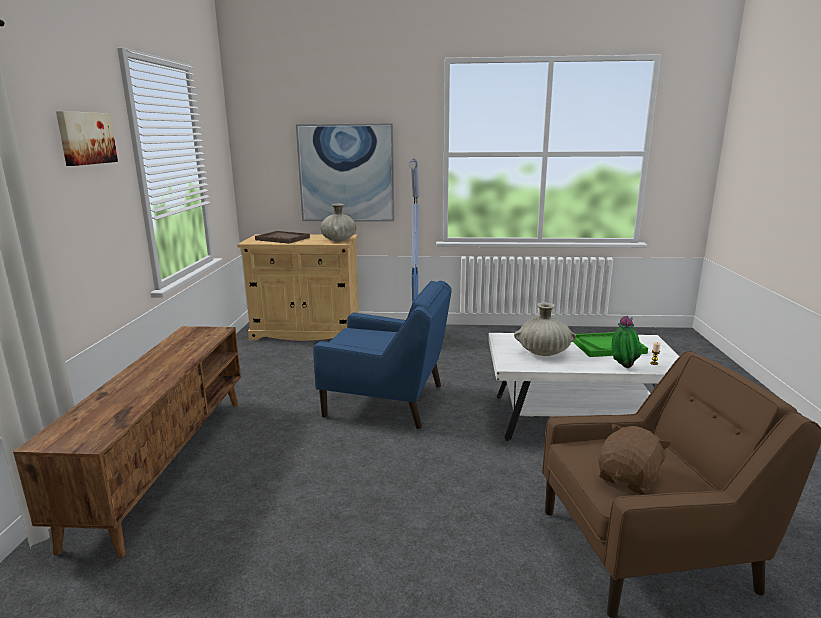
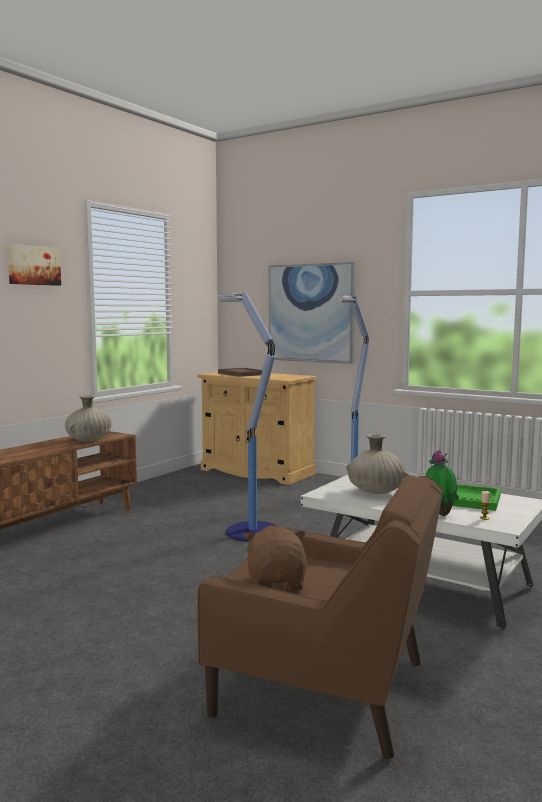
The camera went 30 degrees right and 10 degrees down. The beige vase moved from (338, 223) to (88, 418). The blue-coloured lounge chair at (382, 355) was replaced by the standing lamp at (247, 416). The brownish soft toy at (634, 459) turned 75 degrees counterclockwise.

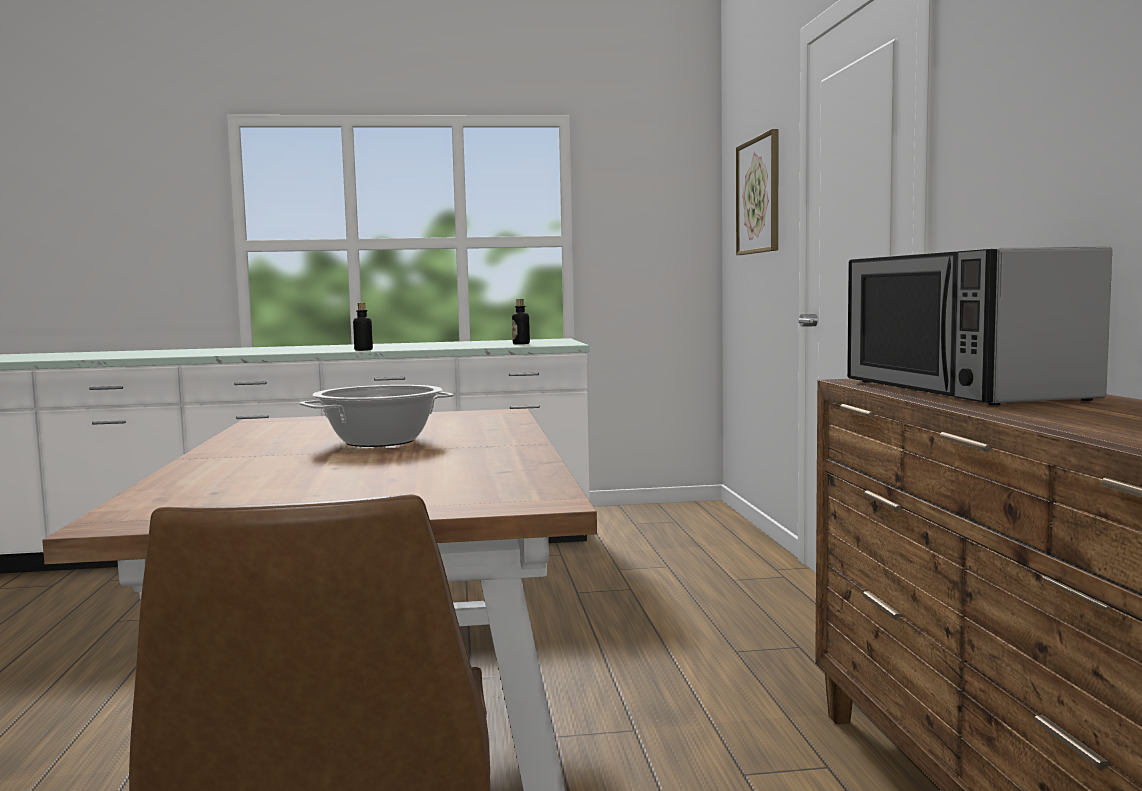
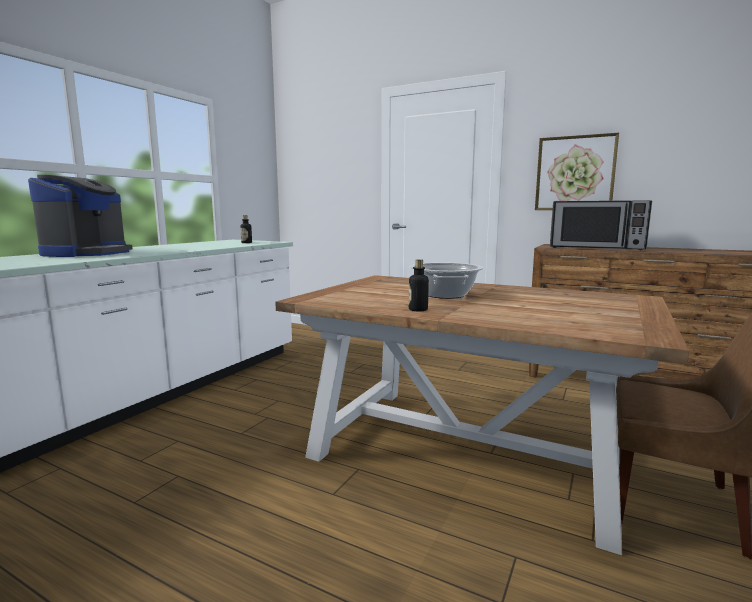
The camera went 55 degrees left and 5 degrees up. The coffee maker at (80, 216) appeared. The drink bottle moved from (363, 327) to (419, 285). The picture moved from (757, 192) to (577, 171).

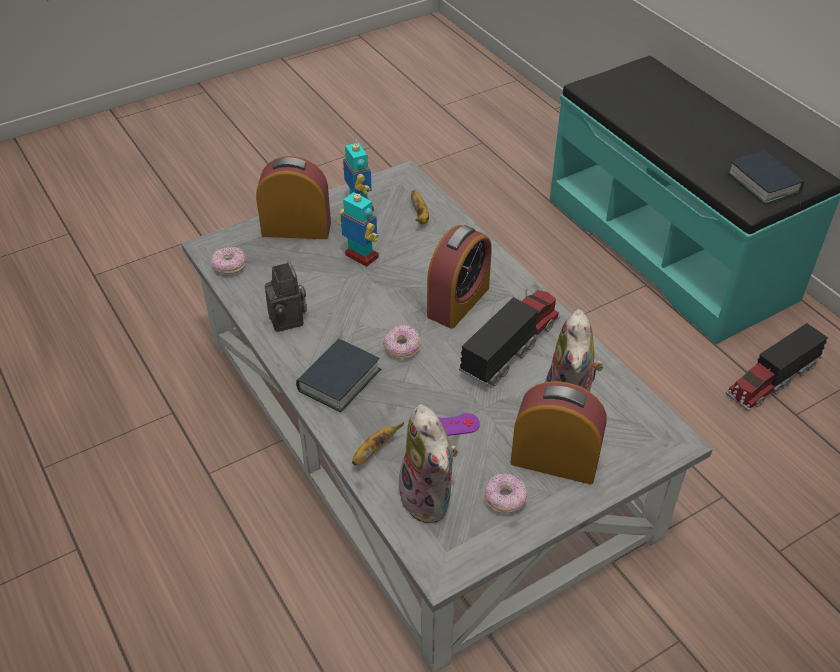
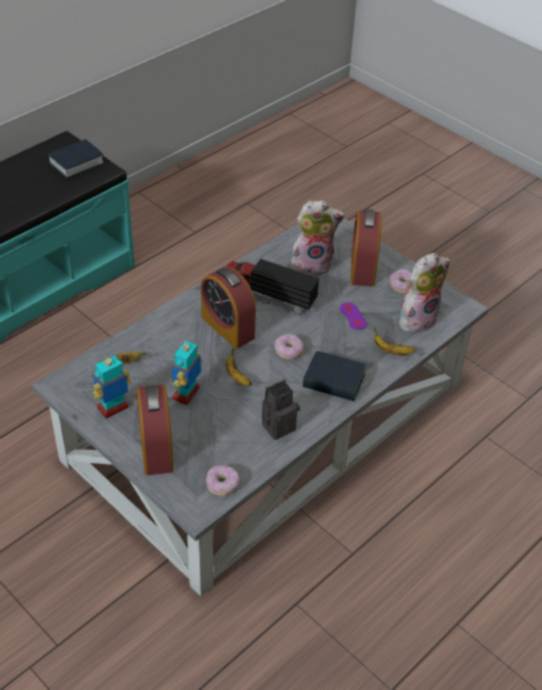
The camera went 105 degrees left and 0 degrees up. The alarm clock at (459, 277) turned 150 degrees counterclockwise. The whole banana at (239, 367) appeared. The toy truck at (777, 367) disappeared.

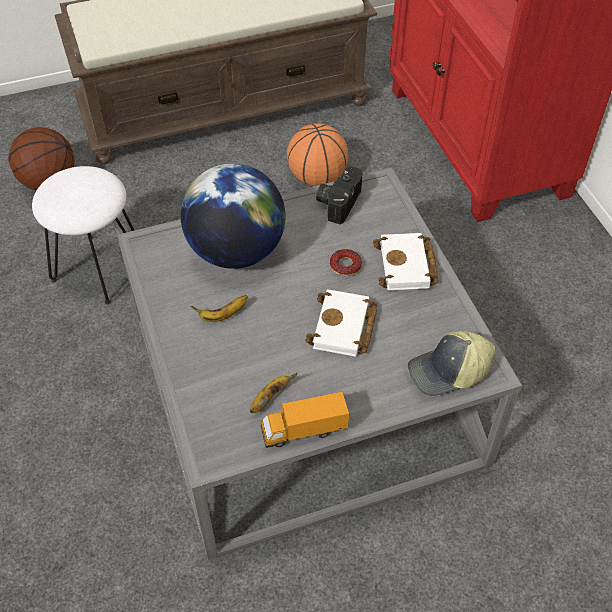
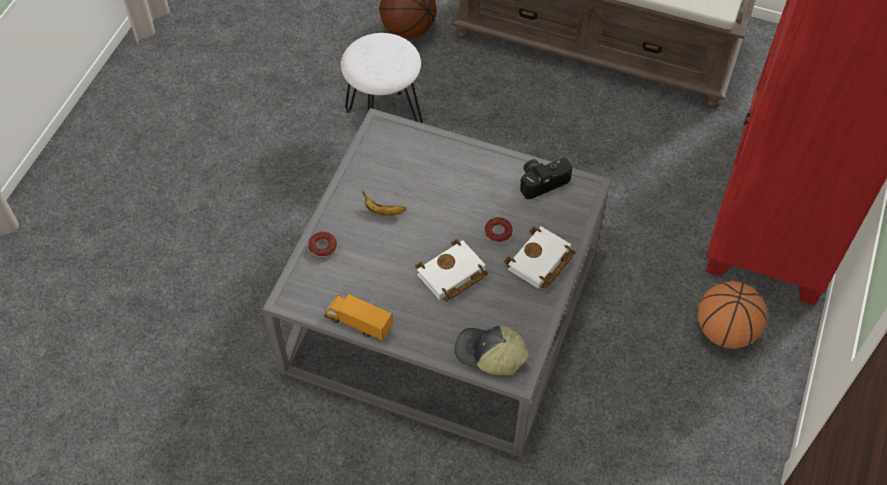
The camera went 40 degrees right and 5 degrees up. The ring doughnut at (322, 244) appeared. The basketball moved from (318, 154) to (732, 315). The world globe at (233, 216) disappeared. The whole banana at (274, 393) disappeared.

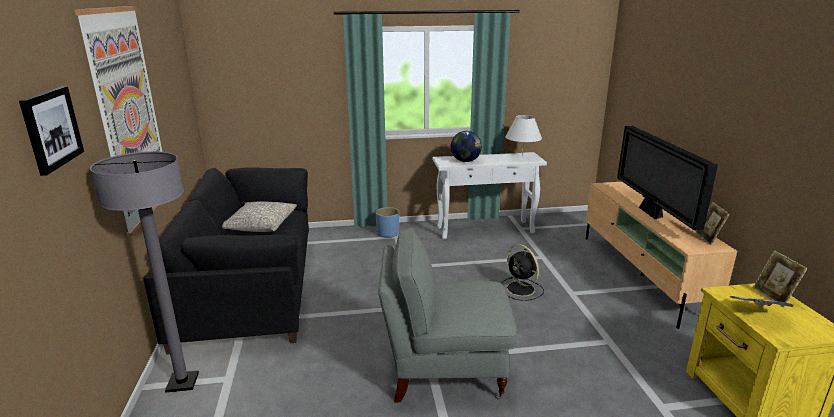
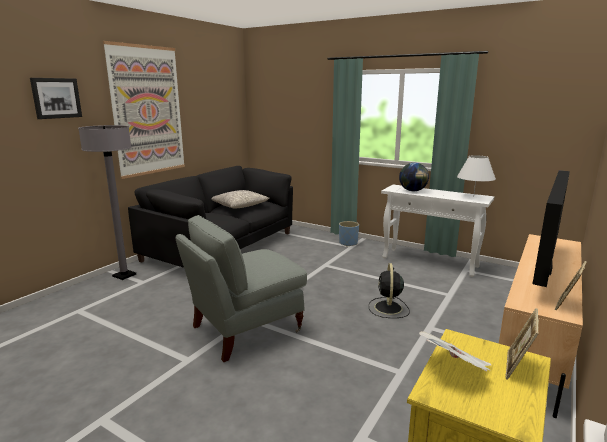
The camera went 40 degrees right and 5 degrees down. The gray lounge chair at (447, 315) turned 75 degrees counterclockwise.

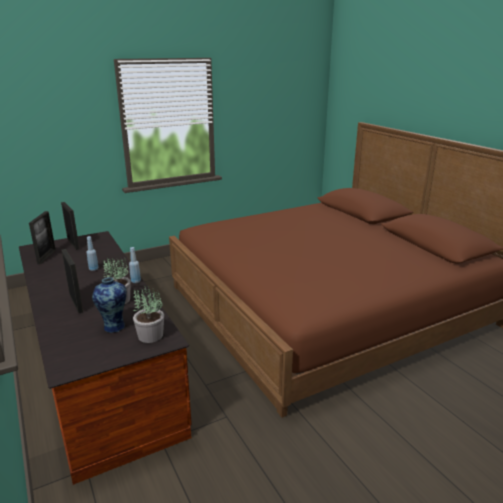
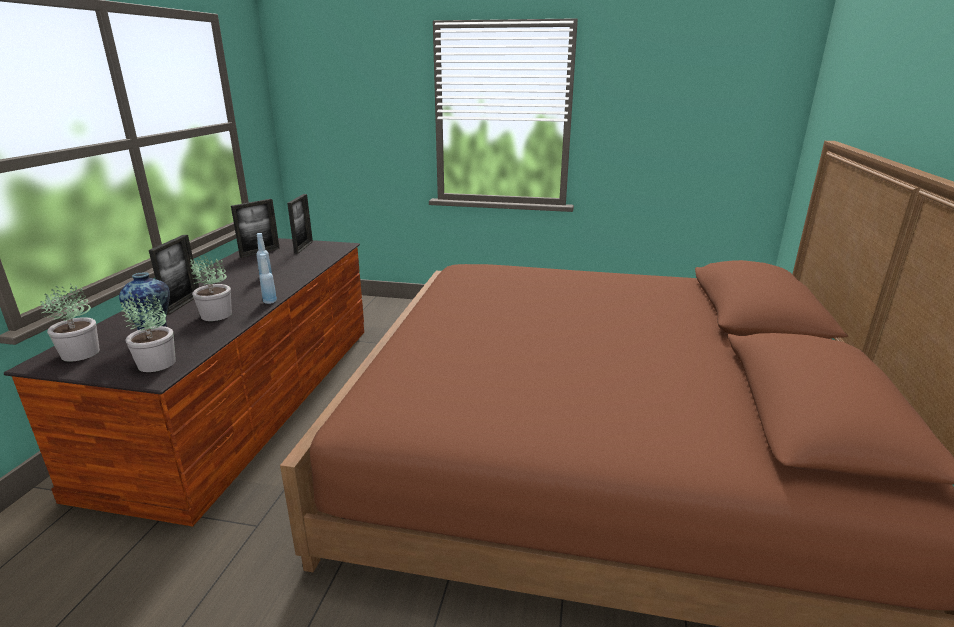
The camera went 40 degrees right and 0 degrees up. The potted plant at (70, 323) appeared.

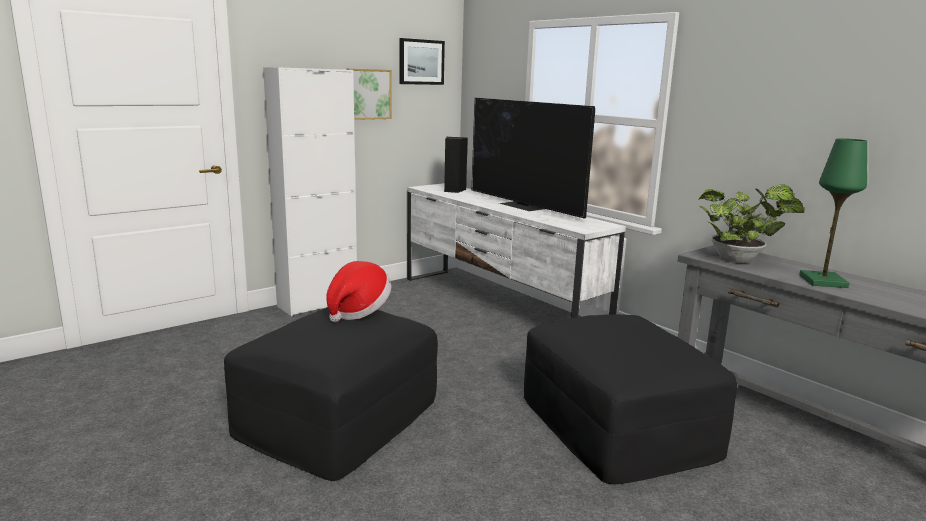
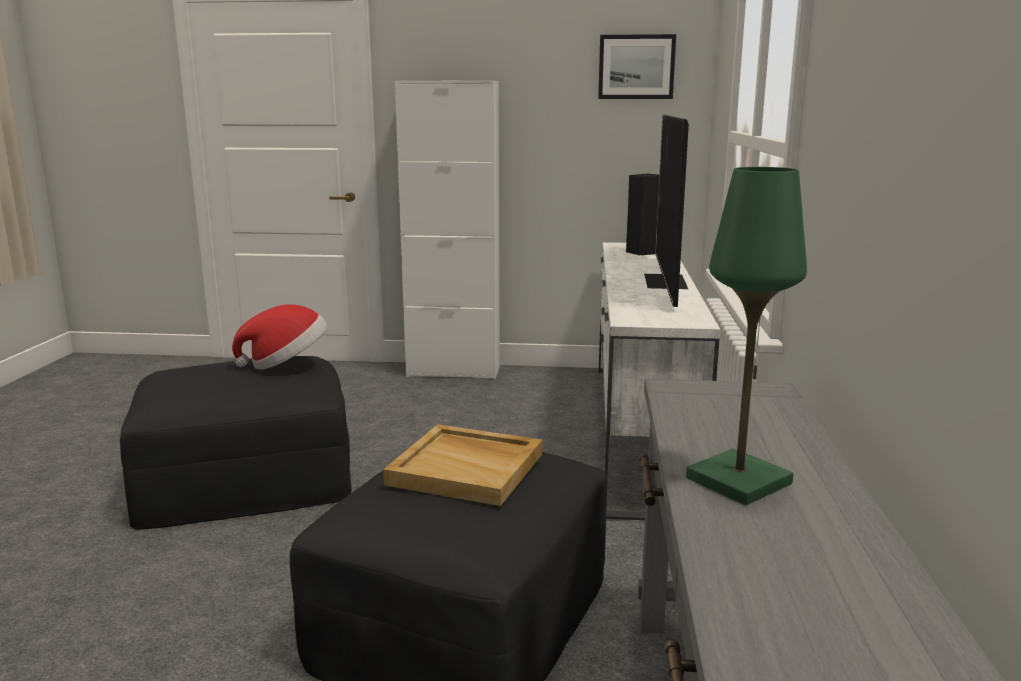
The camera went 45 degrees right and 0 degrees up. The beige serving tray at (462, 465) appeared. The picture at (369, 94) disappeared. The potted plant at (751, 224) disappeared.

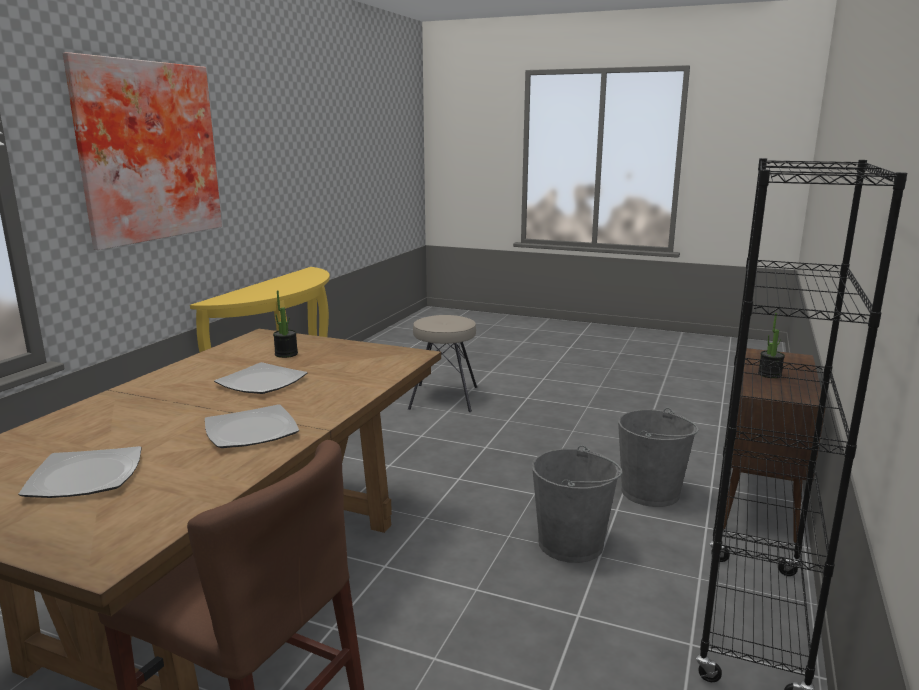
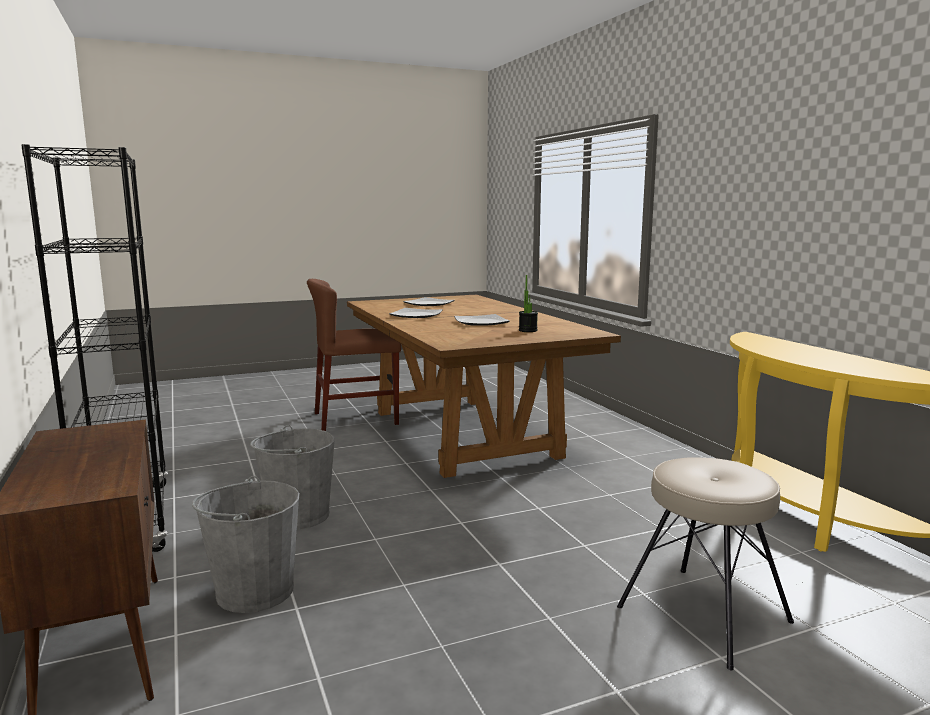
The camera went 135 degrees right and 5 degrees down. The picture at (142, 151) disappeared. The potted plant at (771, 345) disappeared.

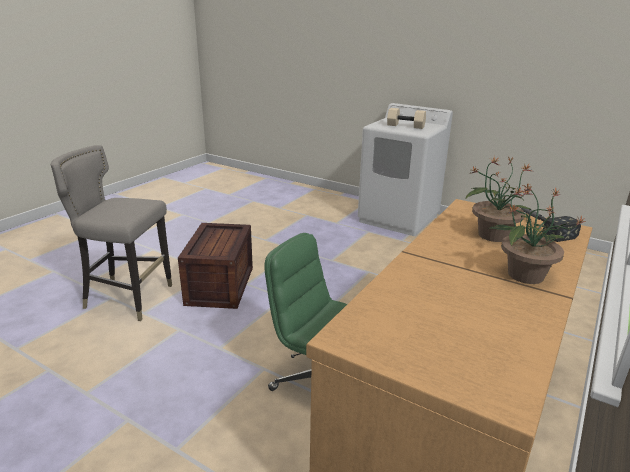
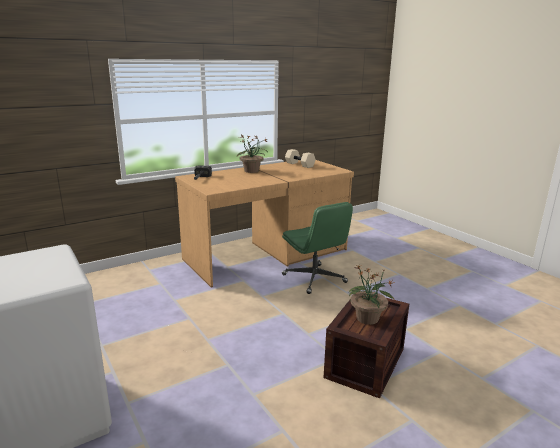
The camera went 155 degrees left and 5 degrees down. The beige free weight moved from (406, 118) to (300, 158). The potted plant moved from (500, 199) to (372, 295). The gray sitting stool at (111, 233) disappeared.

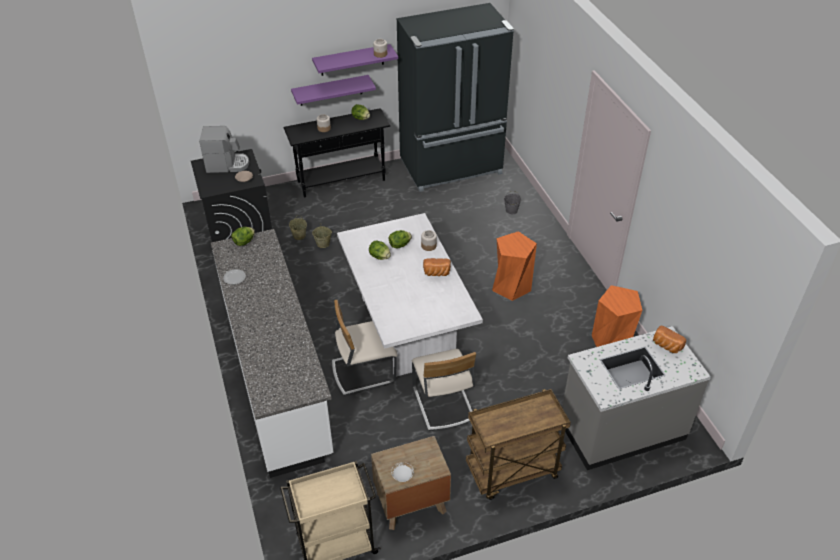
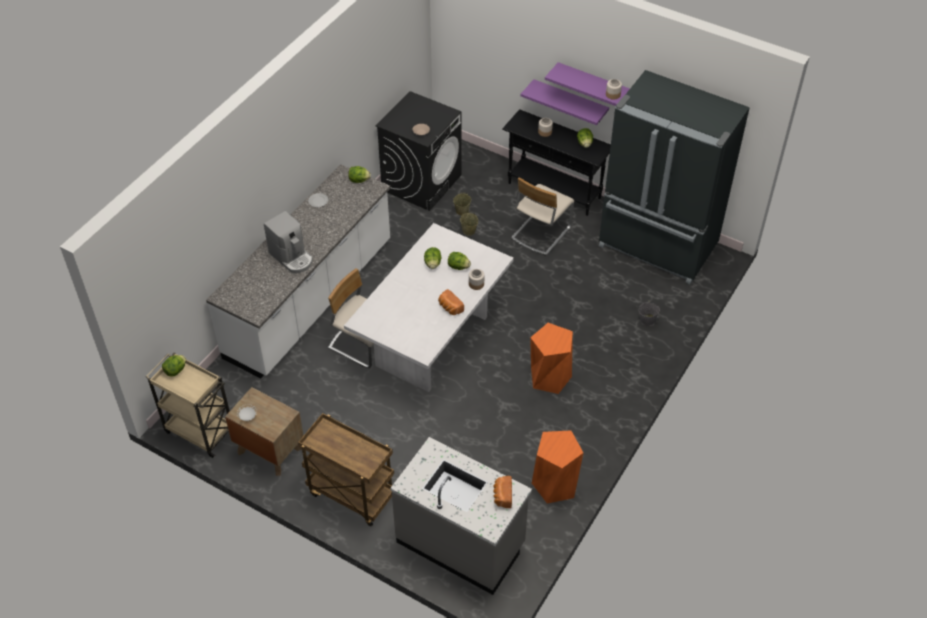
The camera went 50 degrees right and 5 degrees up. The lettuce head at (174, 366) appeared. The coffee maker moved from (224, 149) to (288, 242). The beige plain chair moved from (444, 390) to (542, 216).

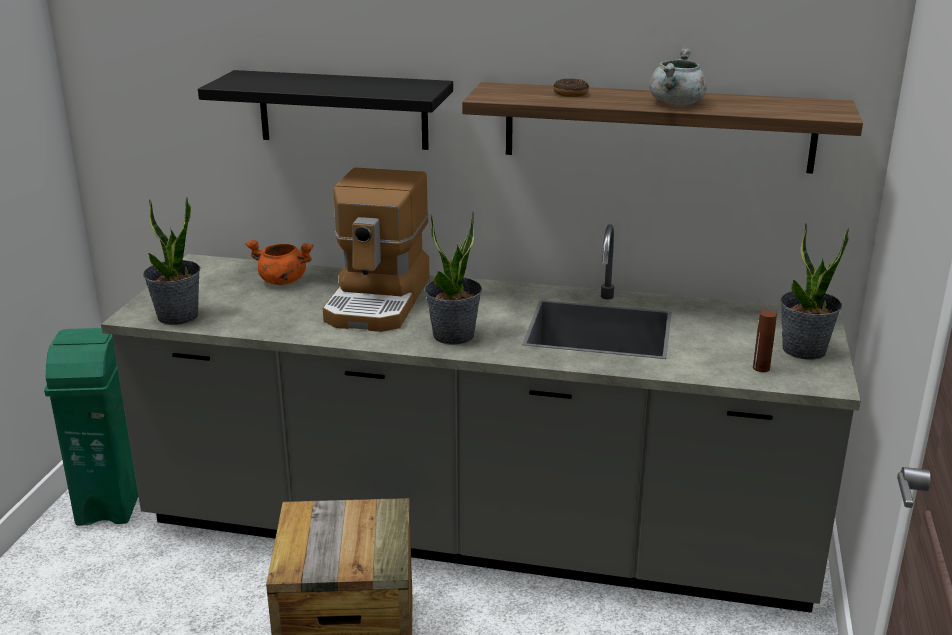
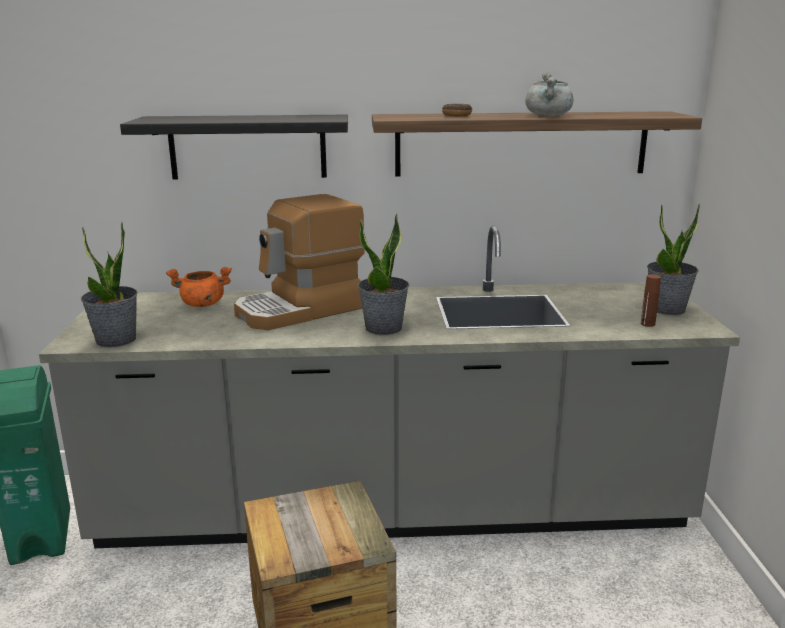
The camera went 15 degrees left and 5 degrees down. The coffee maker at (376, 249) turned 60 degrees clockwise.

